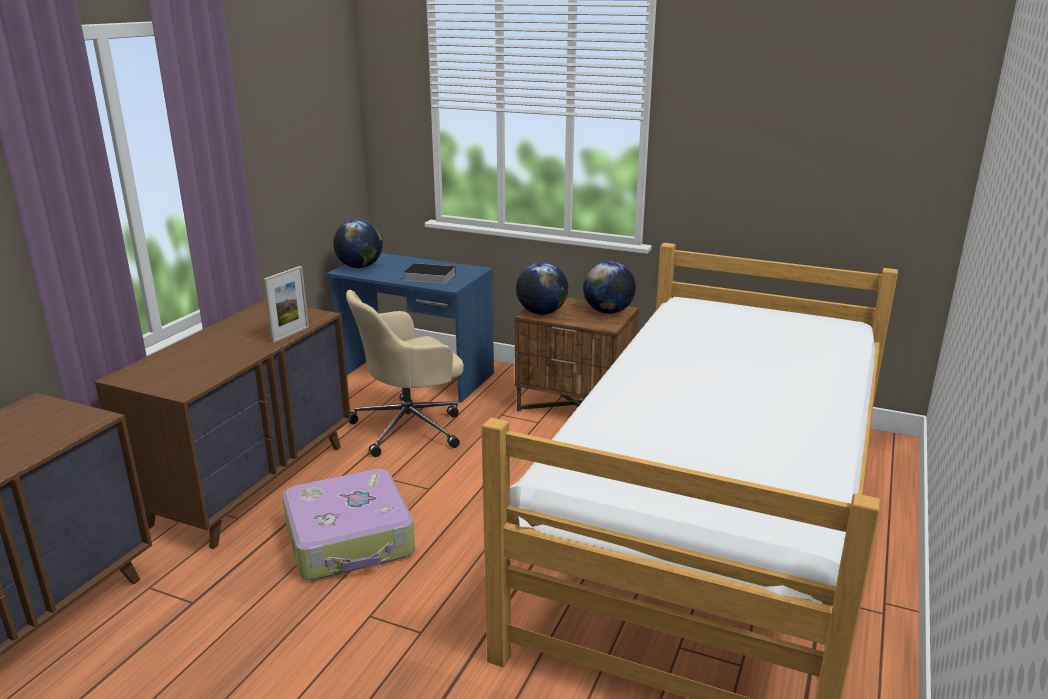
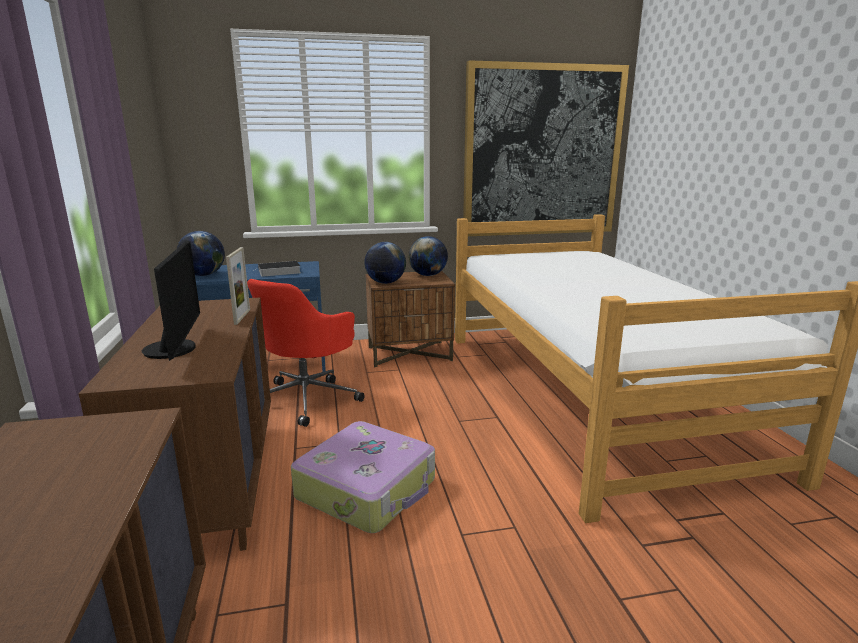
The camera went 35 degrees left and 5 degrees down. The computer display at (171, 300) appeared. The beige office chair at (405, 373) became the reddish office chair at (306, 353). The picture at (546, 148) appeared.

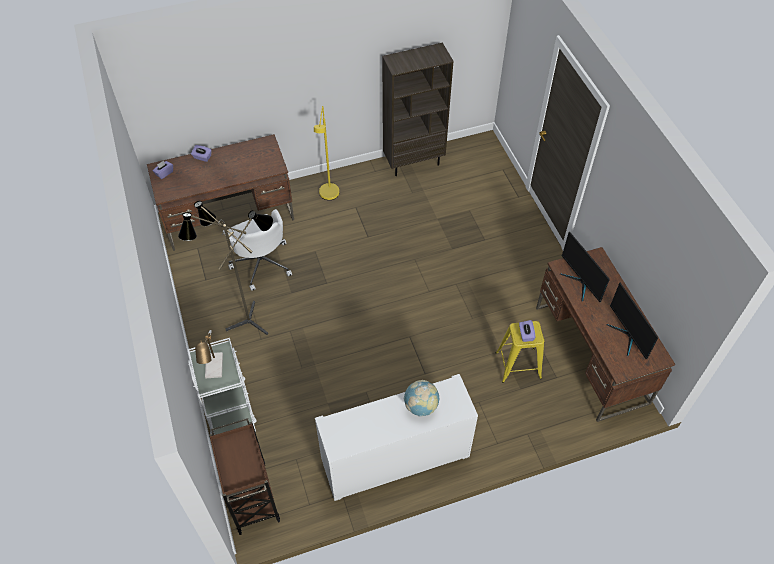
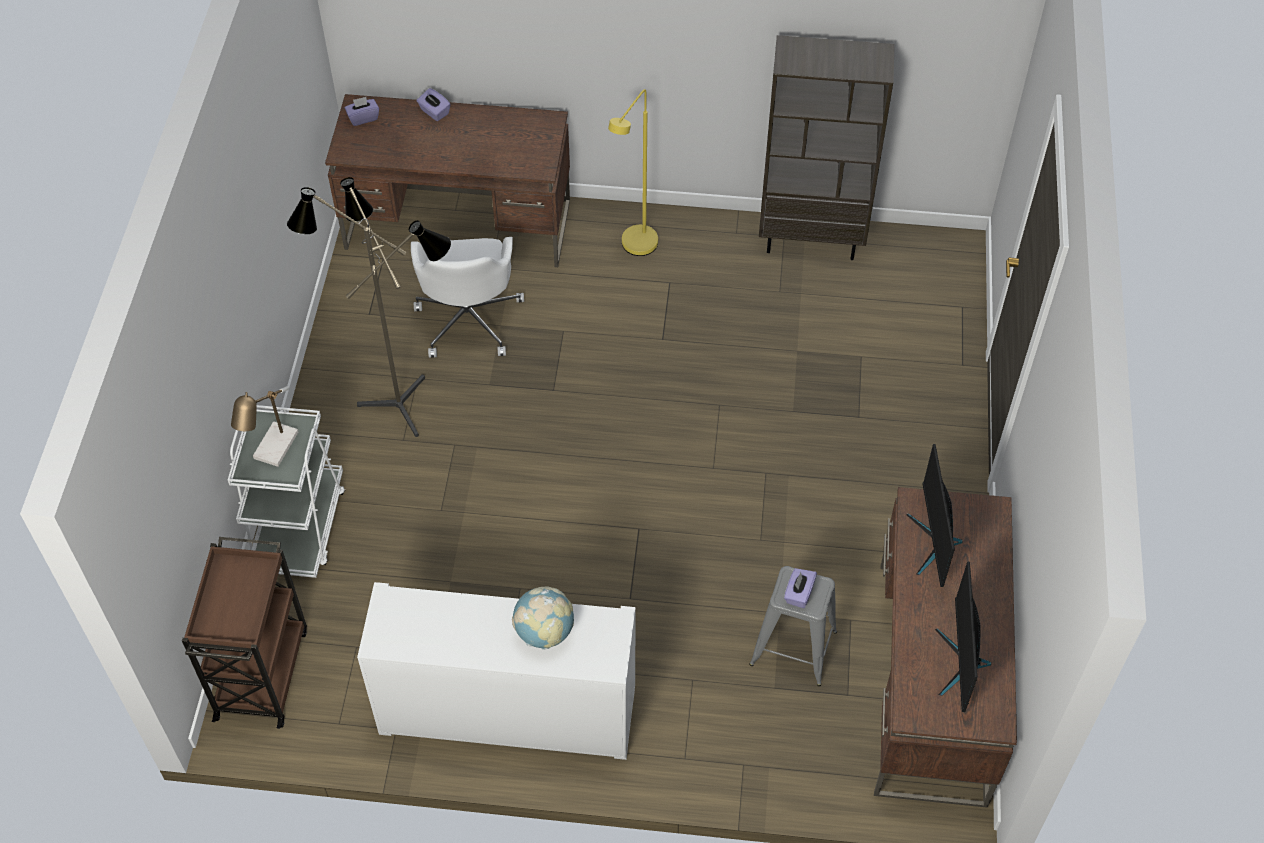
The camera went 25 degrees right and 0 degrees up. The yellow-coloured sitting stool at (519, 352) became the gray sitting stool at (793, 626).

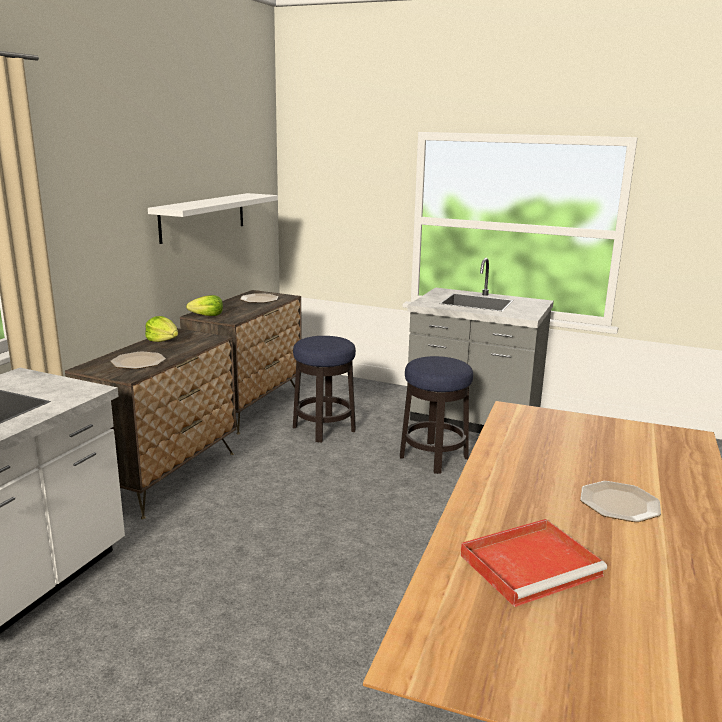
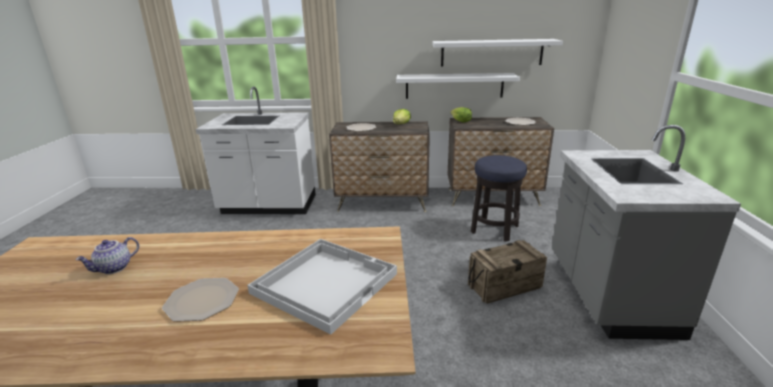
The camera went 70 degrees right and 5 degrees up. The reddish serving tray at (533, 563) was replaced by the tea pot at (107, 255). The white serving tray at (322, 287) appeared. The white shelf at (458, 86) appeared. The sitting stool at (436, 415) was replaced by the shipping crate at (507, 272).

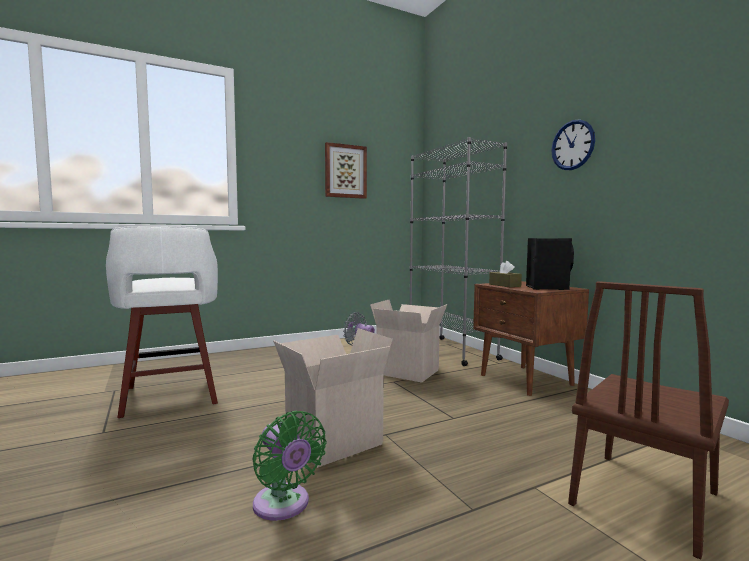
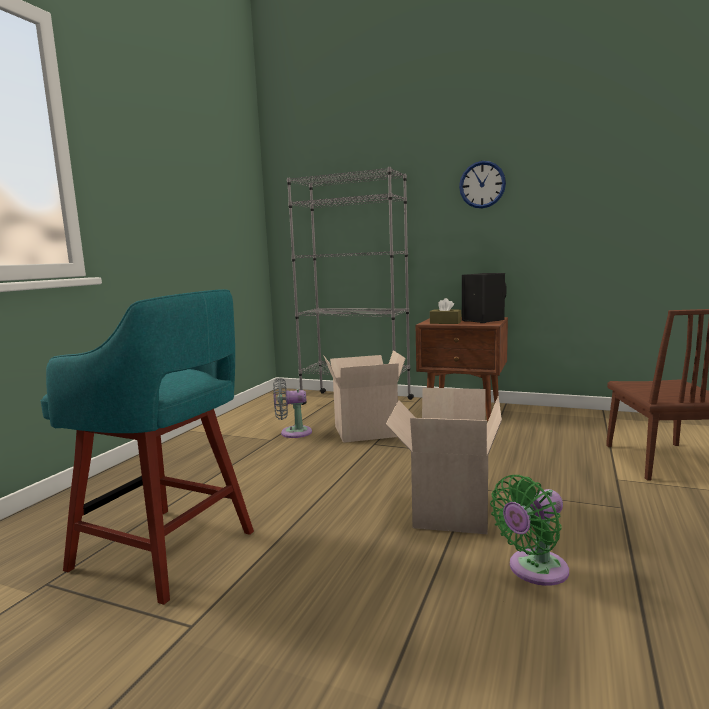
The camera went 40 degrees left and 5 degrees up. The white sitting stool at (162, 322) became the turquoise-coloured sitting stool at (147, 447). The green-coloured electric fan at (289, 465) turned 135 degrees clockwise. The picture at (346, 170) disappeared.

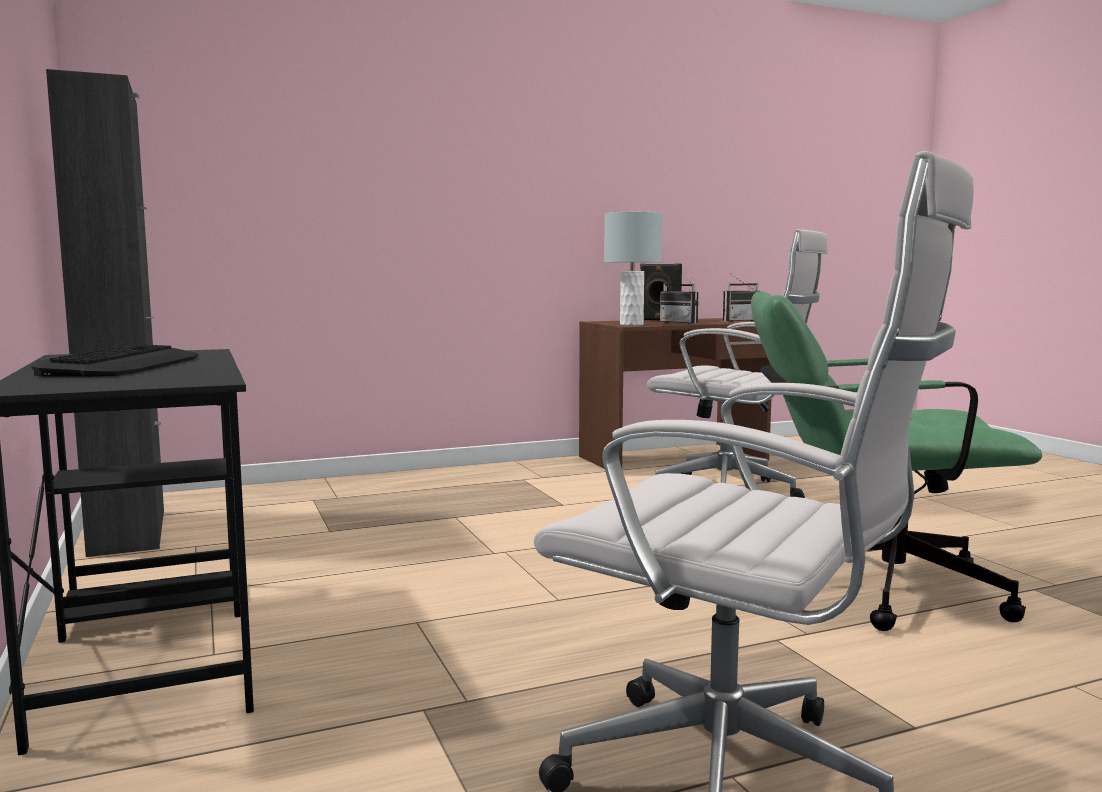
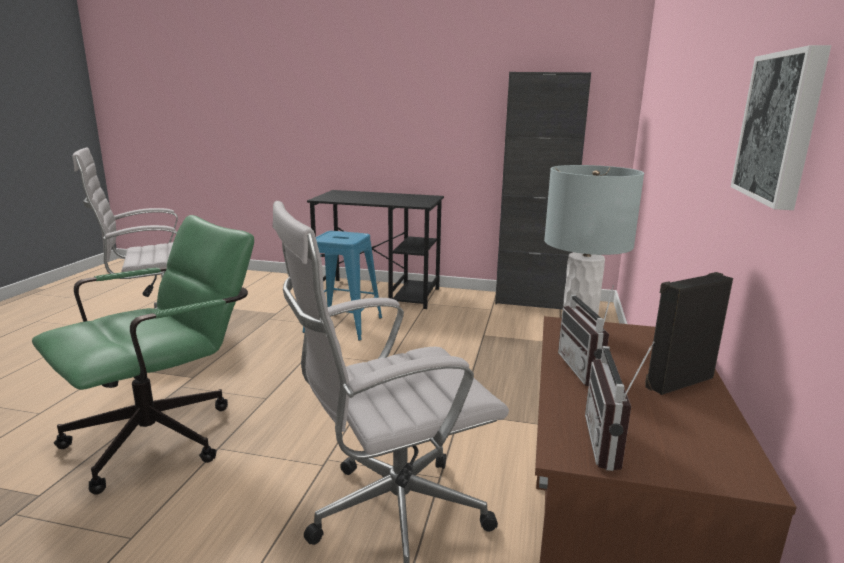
The camera went 125 degrees right and 10 degrees up. The blue-coloured sitting stool at (342, 286) appeared. The radio set at (679, 298) turned 90 degrees counterclockwise. The picture at (781, 127) appeared. The PC keyboard at (115, 360) disappeared.

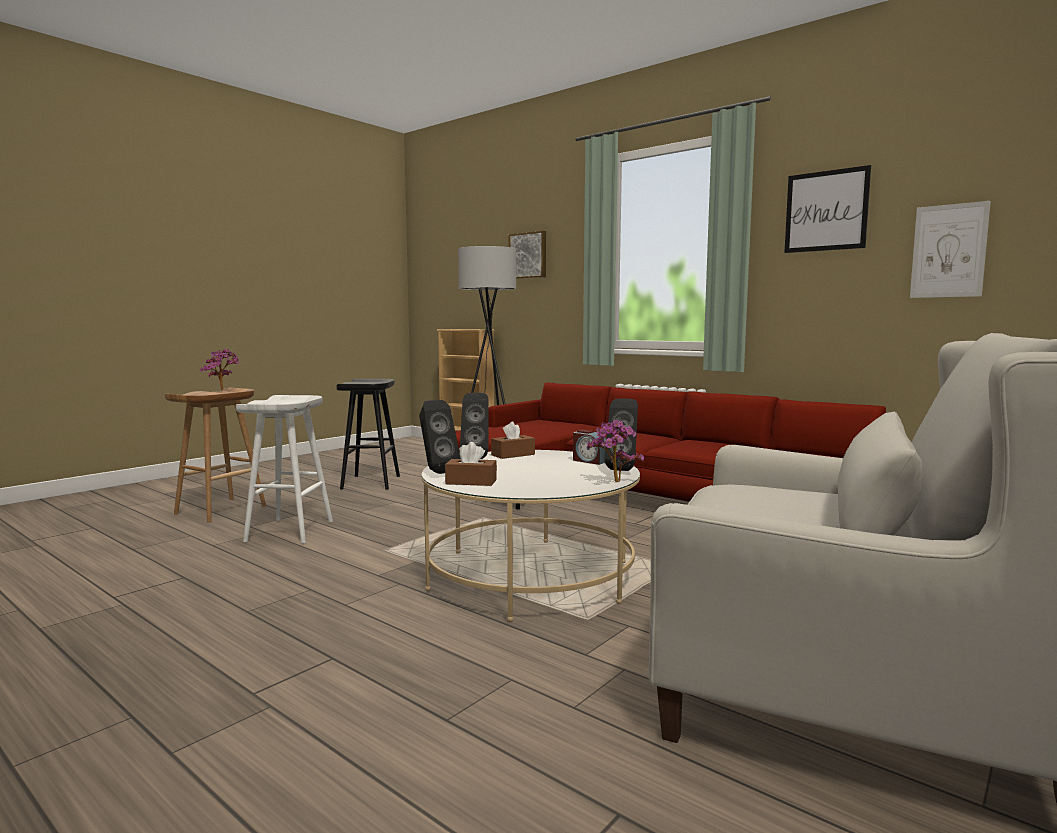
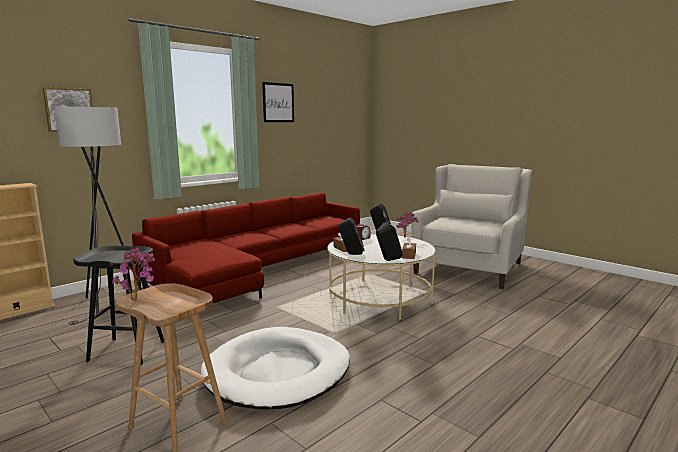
The camera went 85 degrees left and 5 degrees up. The white sitting stool at (284, 469) was replaced by the white dog bed at (275, 368). The picture at (950, 249) disappeared.

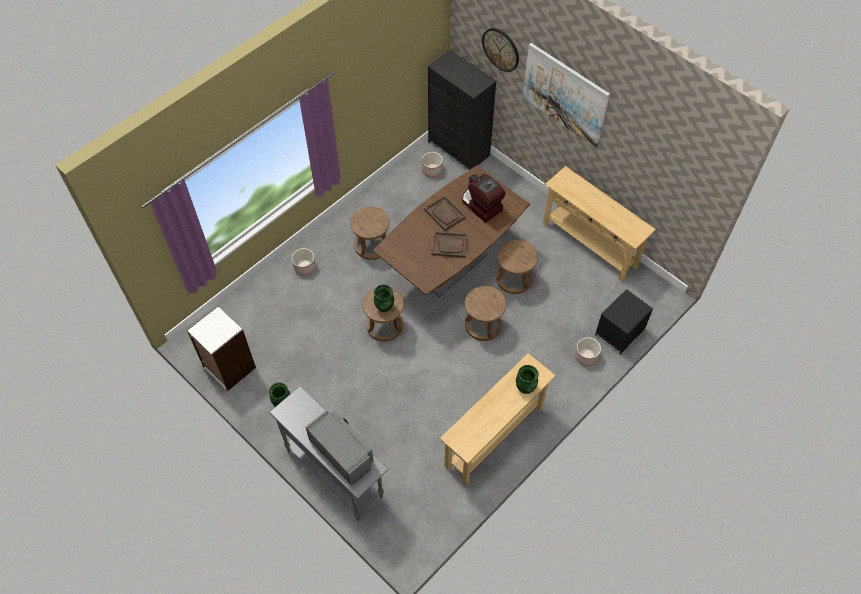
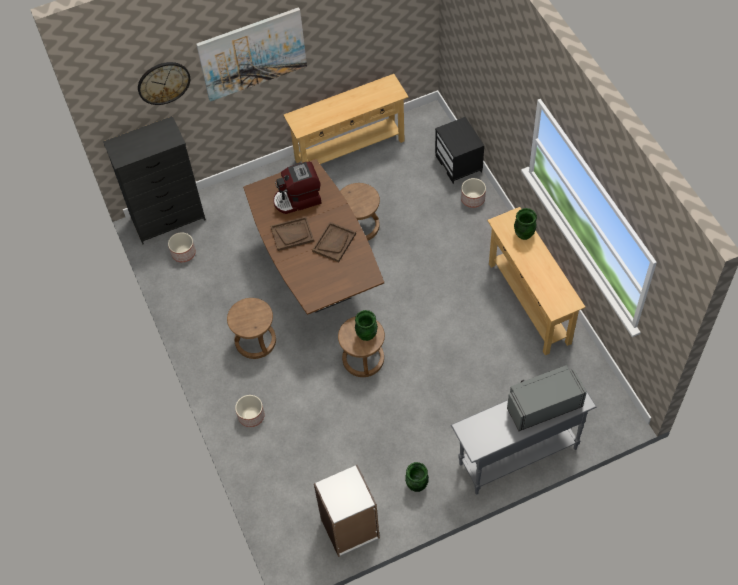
The camera went 65 degrees left and 0 degrees up. The brownish sitting stool at (485, 313) disappeared.

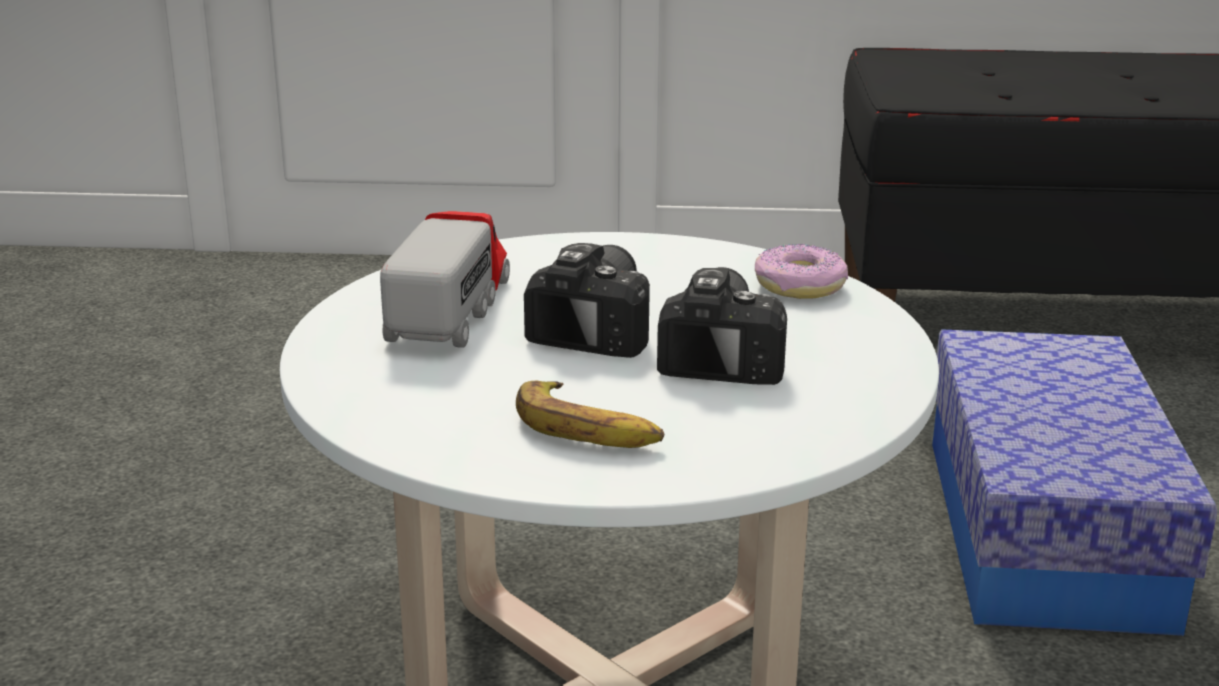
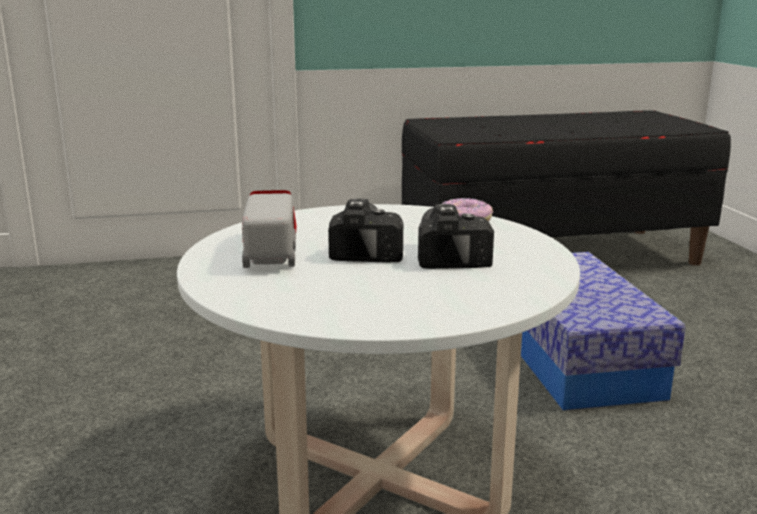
The camera went 15 degrees left and 5 degrees down. The whole banana at (590, 414) disappeared.

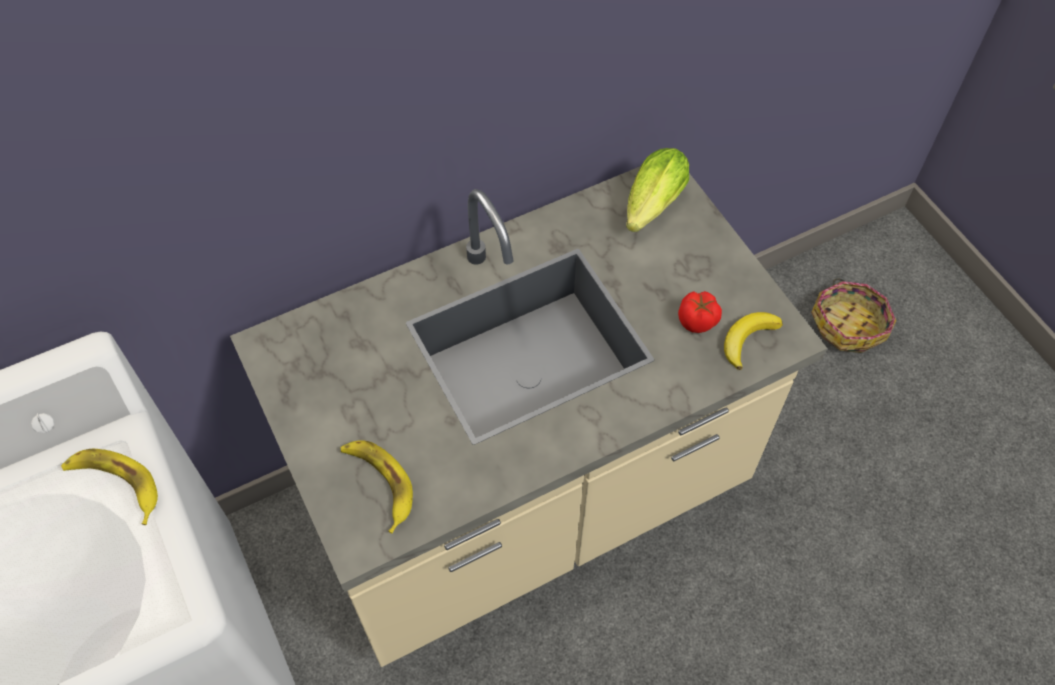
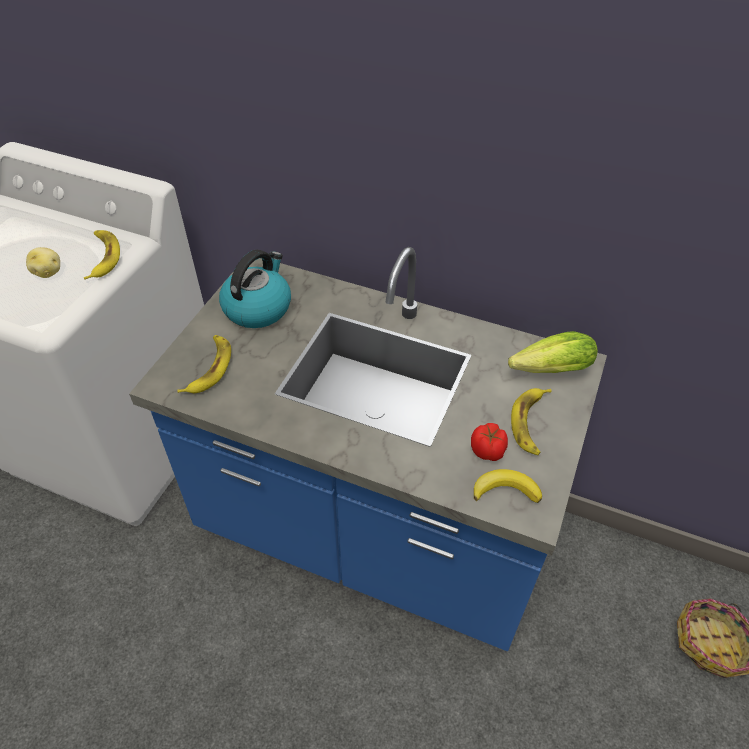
The camera went 50 degrees right and 10 degrees down. The spud at (43, 262) appeared. The beige kitchen counter at (528, 416) became the blue-coloured kitchen counter at (368, 449). The kettle at (255, 289) appeared. The whole banana at (531, 421) appeared.

